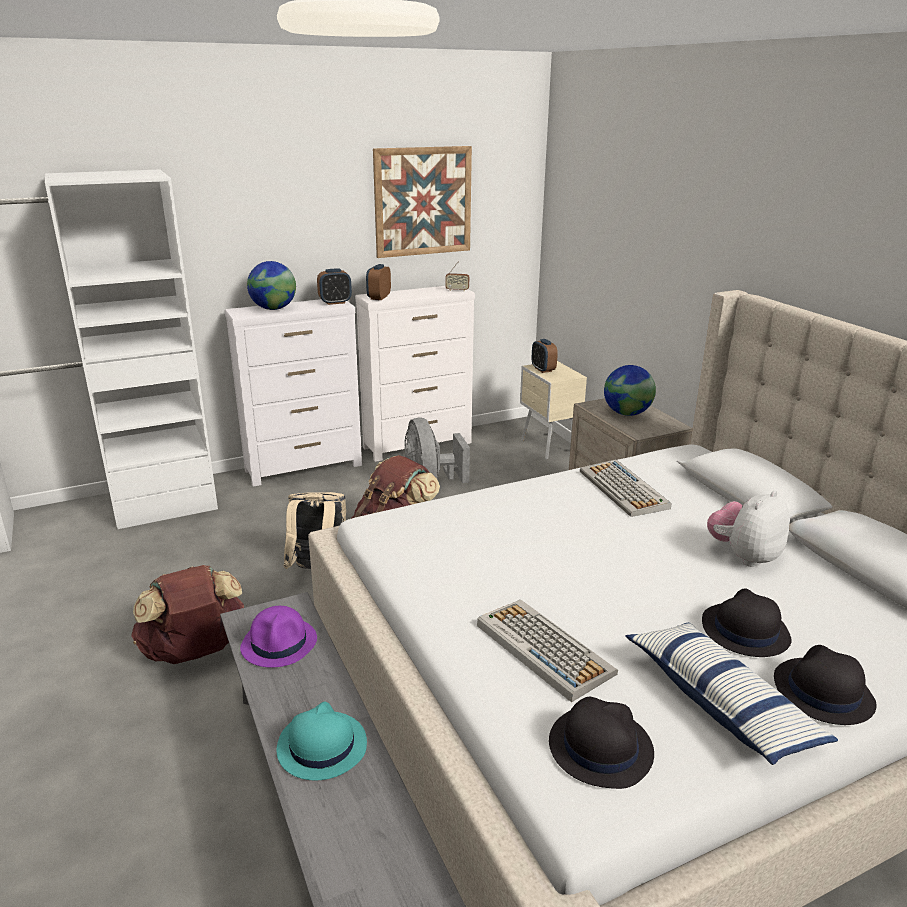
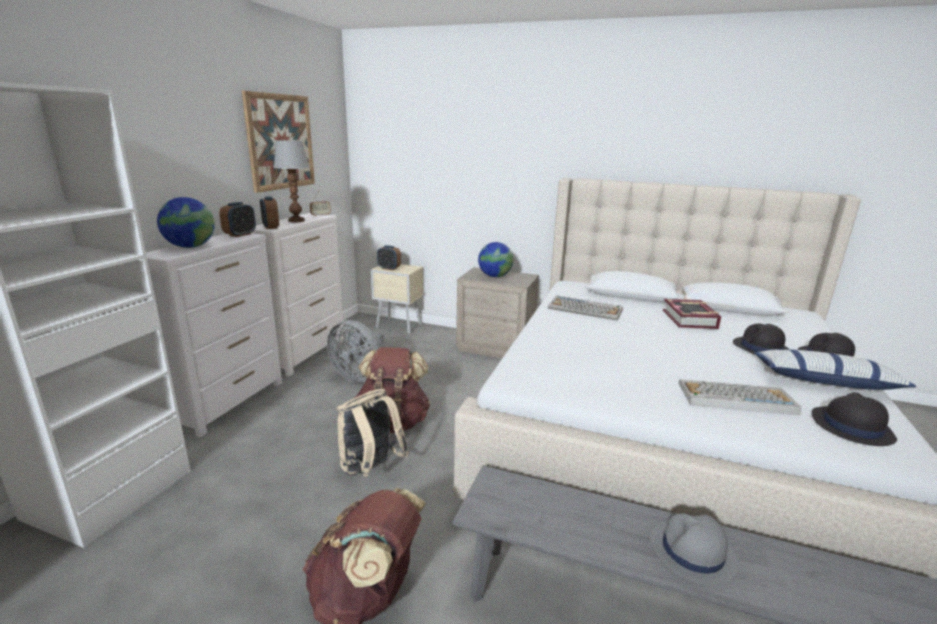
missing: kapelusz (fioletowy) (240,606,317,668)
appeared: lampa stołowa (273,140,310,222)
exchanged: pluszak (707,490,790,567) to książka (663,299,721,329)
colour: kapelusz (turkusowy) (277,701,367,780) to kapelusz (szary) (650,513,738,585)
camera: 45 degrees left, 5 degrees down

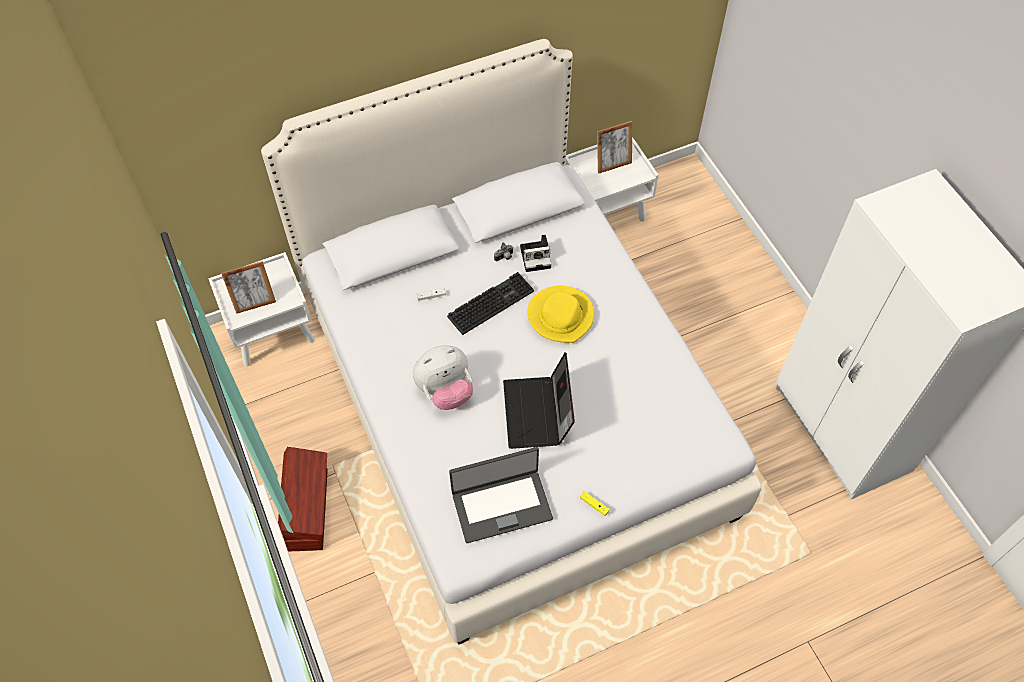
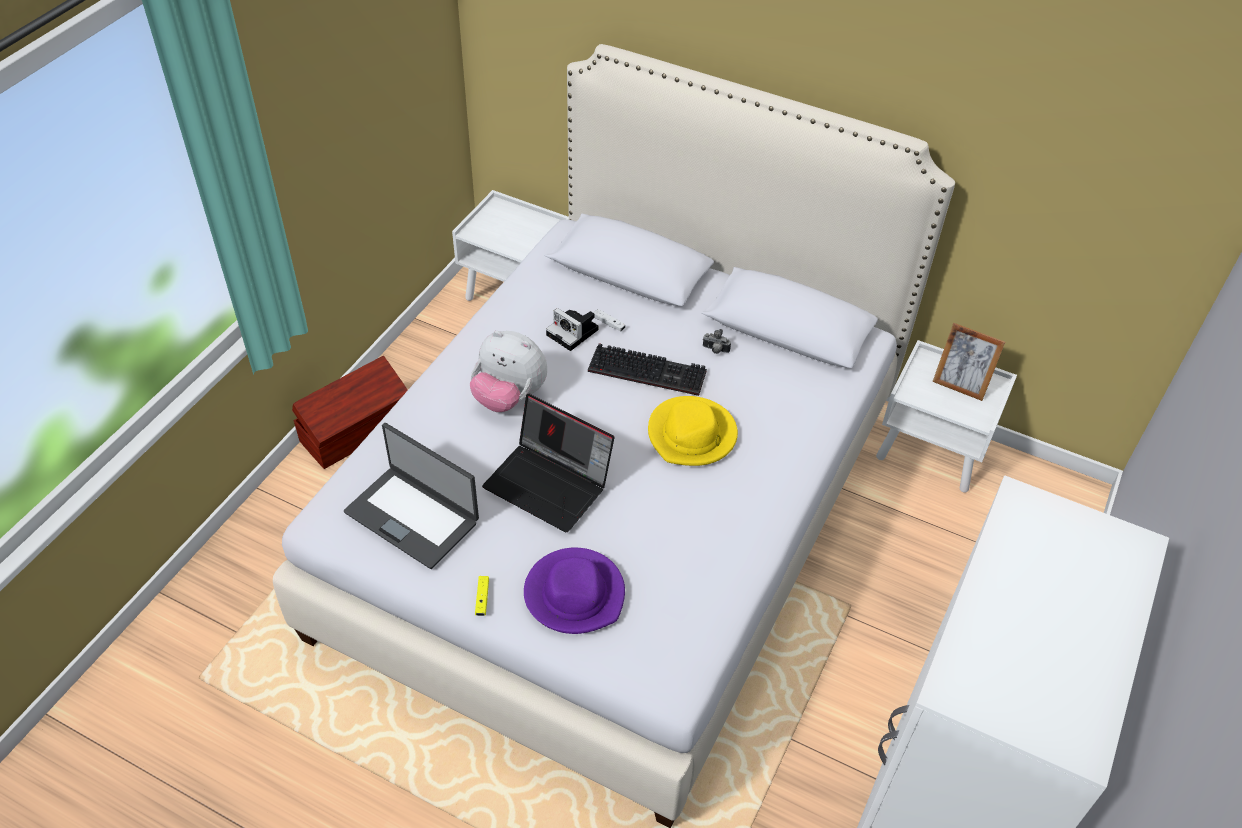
missing: ramka na zdjęcie (221,261,276,314)
appeared: kapelusz (fioletowy) (524,548,625,634)
relocated: aparat fotograficzny (520,235,552,272) to (546,308,599,351)
spun: laptop (503,353,575,449) = (482,394,614,532) 105 degrees counterclockwise
camera: 50 degrees right, 10 degrees down

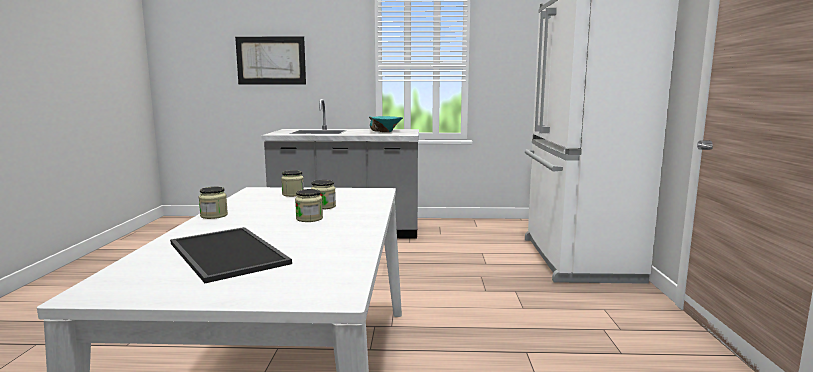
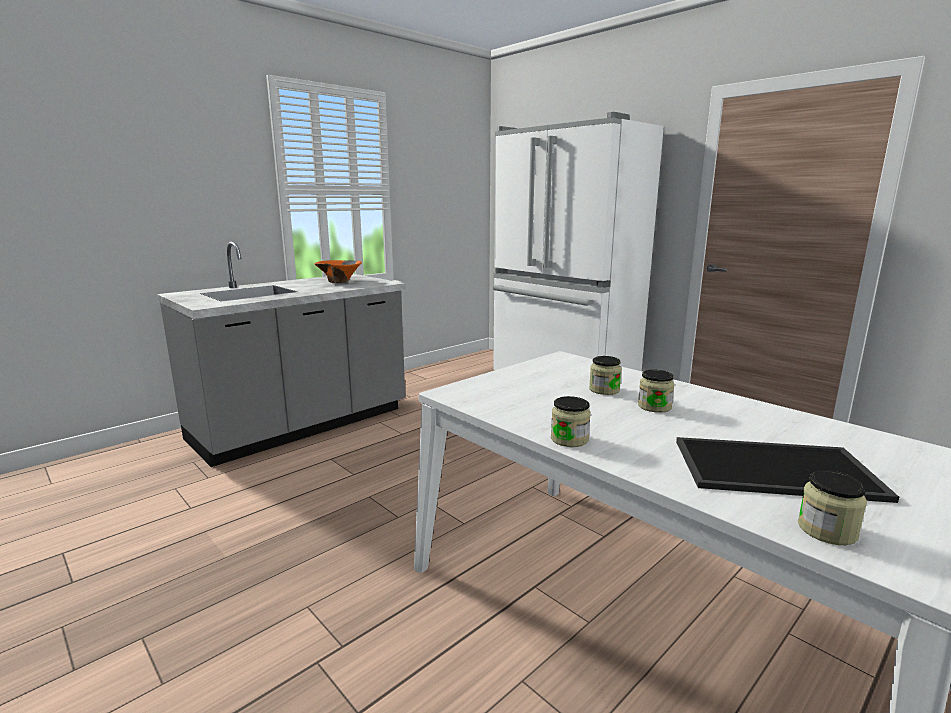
missing: obraz (235,36,306,84)
relocated: słoik (281,170,304,197) to (798,470,867,545)
colour: miska (turkusowy) (369,116,403,132) to miska (pomarańczowy) (315,260,362,283)
camera: 45 degrees left, 5 degrees up

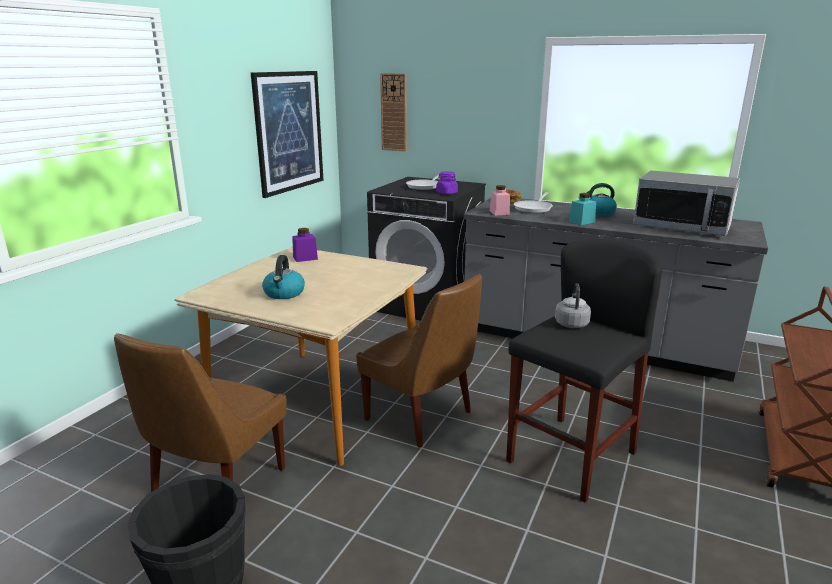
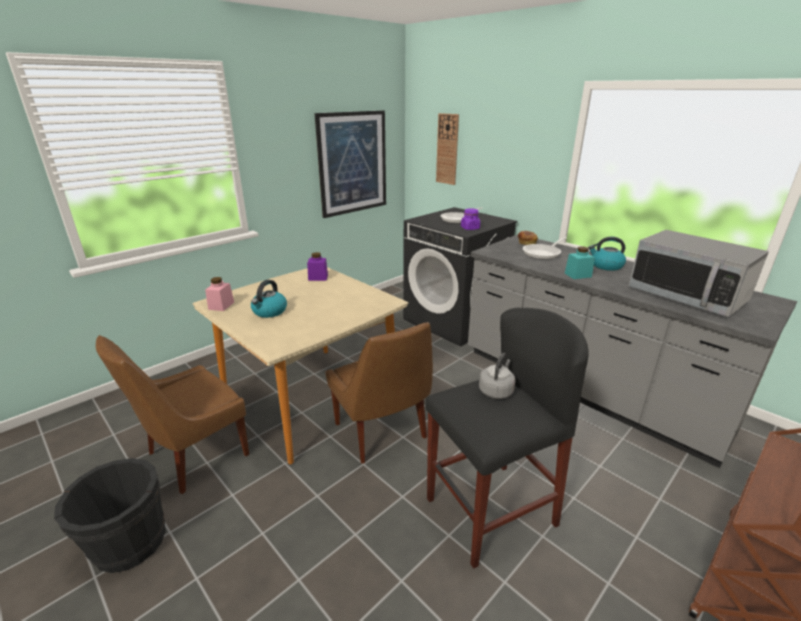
relocated: słoik (różowy) (490,185,510,215) to (205,277,234,311)
camera: 20 degrees right, 5 degrees up

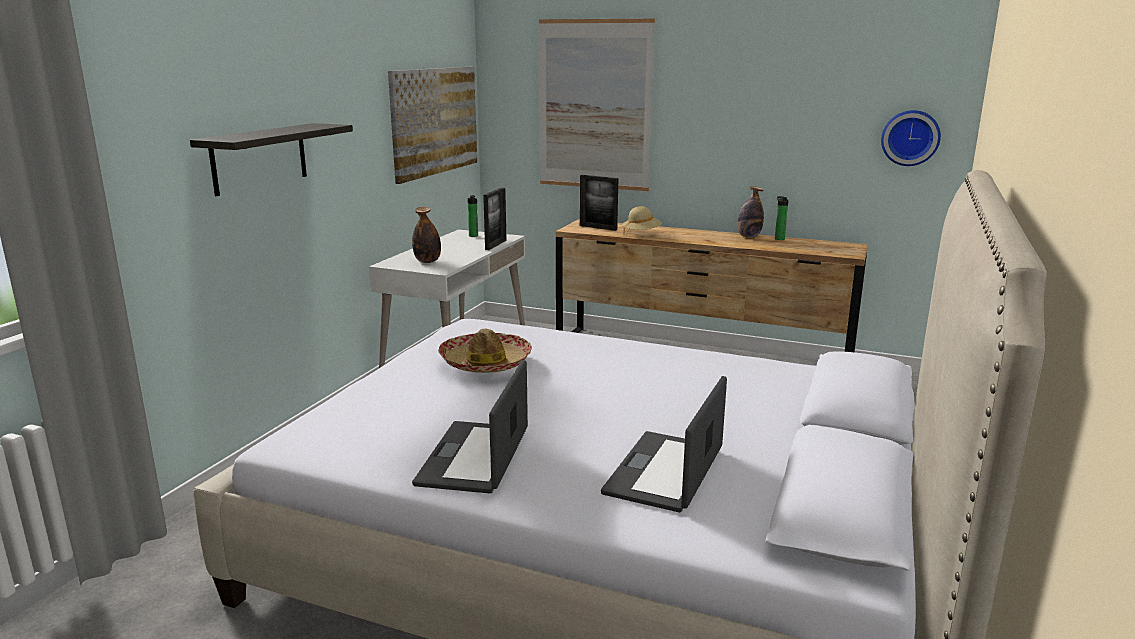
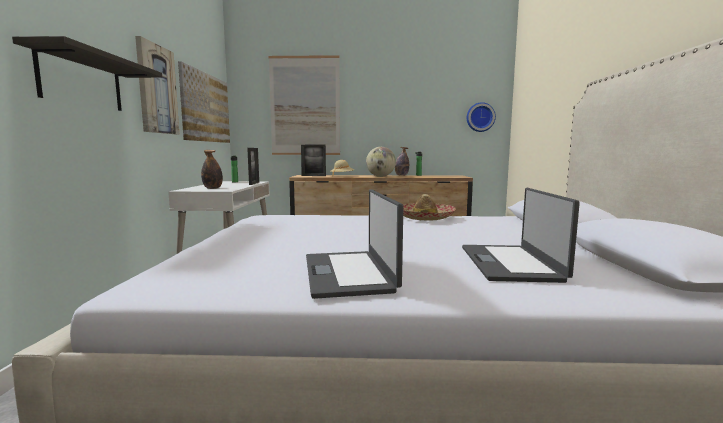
appeared: obraz (135,36,179,134); globus (366,147,396,177)
relocated: kapelusz (438,329,532,373) to (403,194,456,221)
camera: 20 degrees left, 10 degrees down

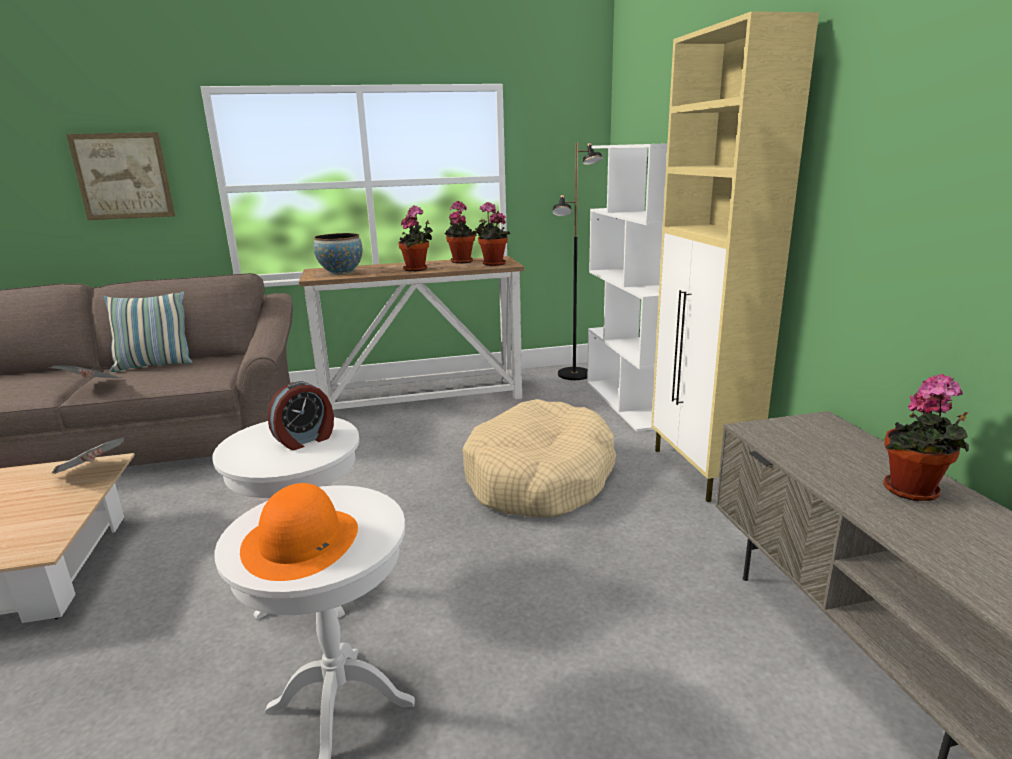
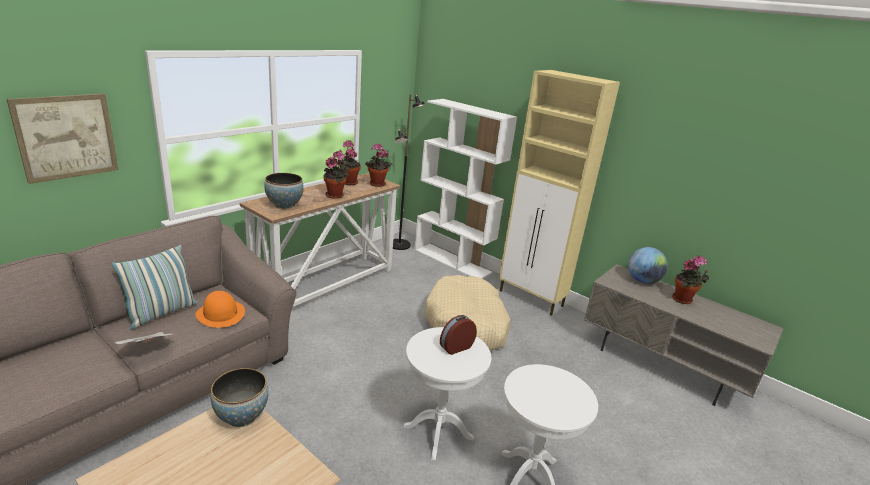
appeared: globus (628,247,668,284)
relocated: kapelusz (pomarańczowy) (240,483,358,581) to (196,291,245,328)
exchanged: gazeta (52,438,124,475) to miska (211,368,269,427)
spun: budzik (268,381,334,450) = (440,315,477,355) 135 degrees counterclockwise
camera: 40 degrees left, 5 degrees up

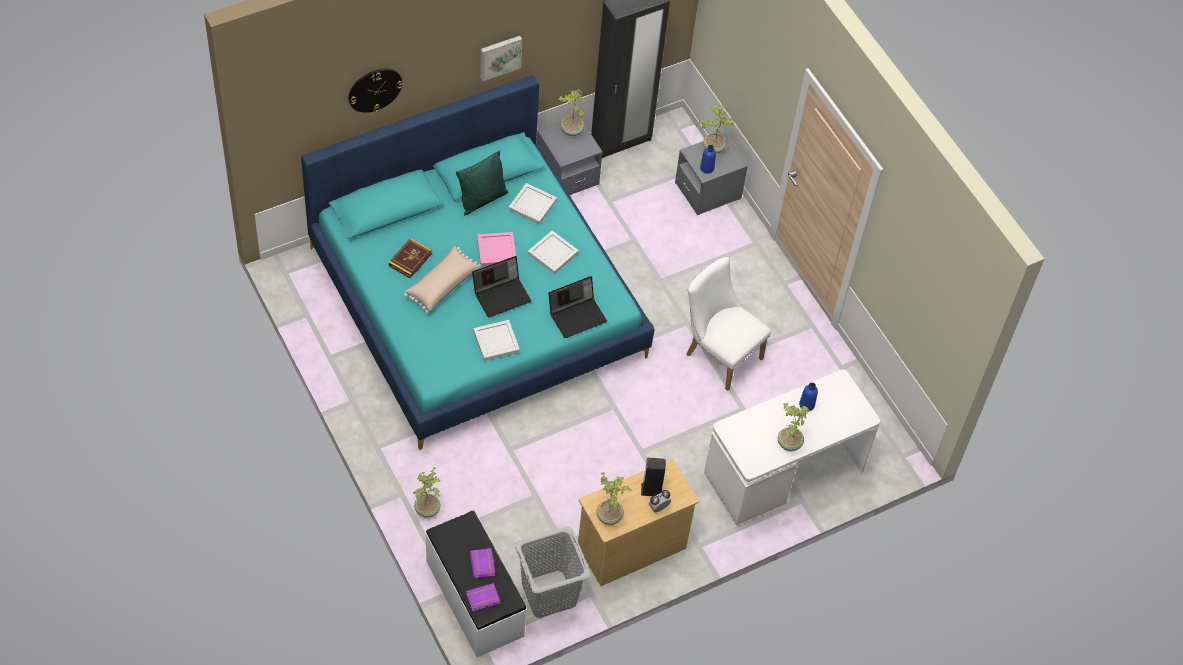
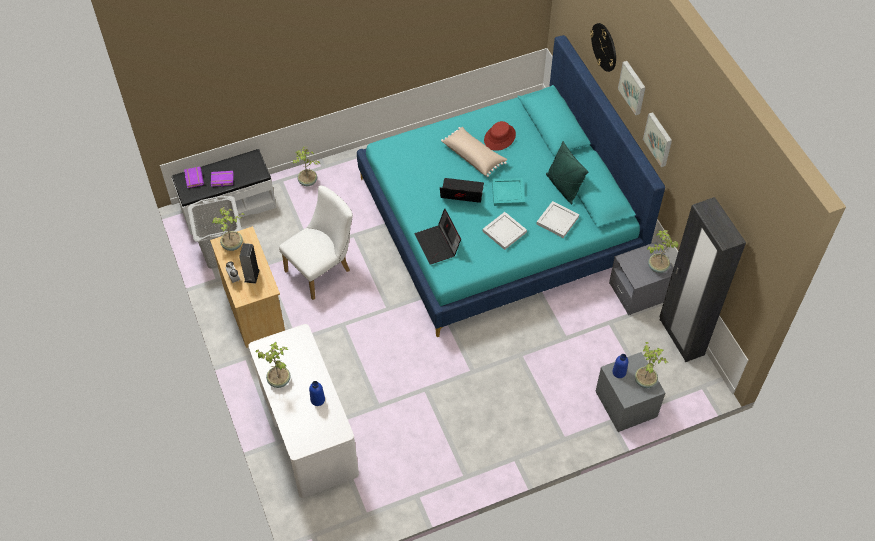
missing: taca (biały) (473,320,520,361)
appeared: obraz (618,61,646,115)
relocated: krzesło (biały) (686,257,771,391) to (279,185,353,300)
exchanged: książka (389,238,432,278) to kapelusz (czerwony) (484,121,516,151)
colour: taca (różowy) (477,232,516,266) to taca (turkusowy) (492,178,525,206)
spun: laptop (472,256,531,317) = (440,178,484,203) 120 degrees clockwise
camera: 100 degrees right, 0 degrees up

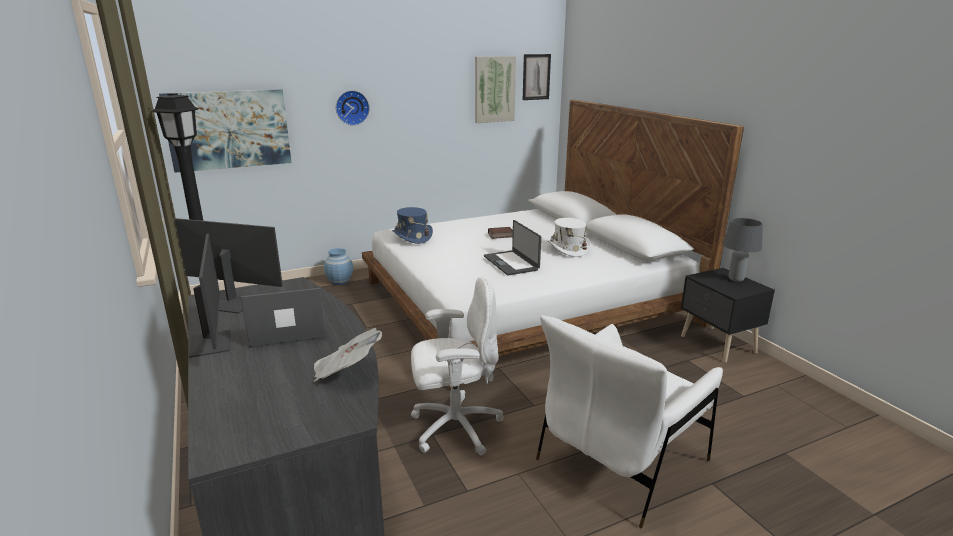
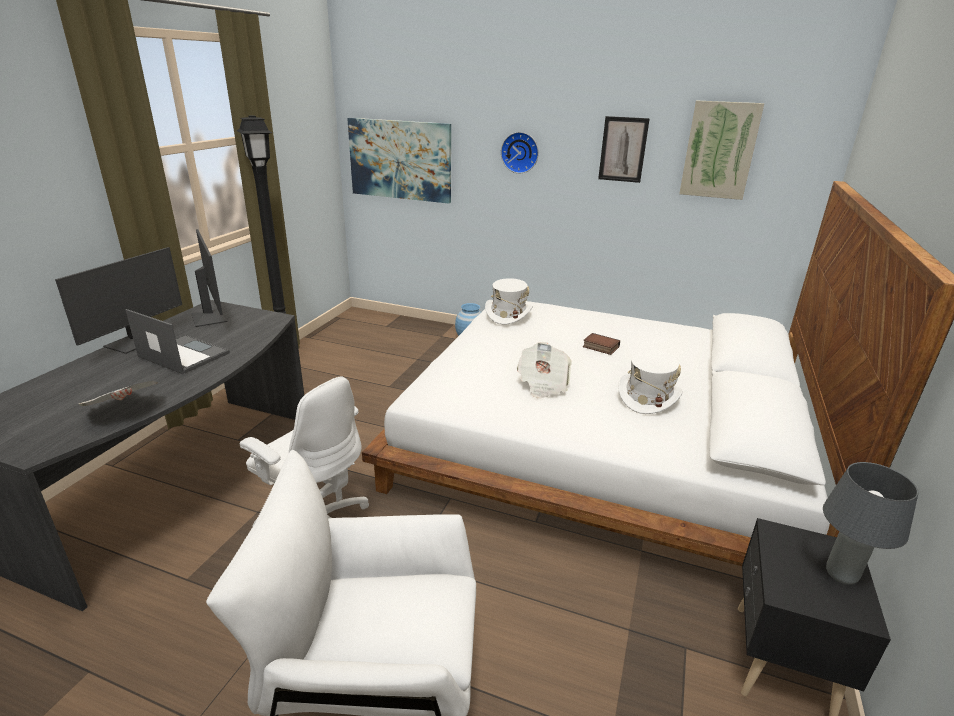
relocated: obraz (523,54,551,100) to (598,116,650,183)
exchanged: laptop (484,220,541,276) to gazeta (517,342,572,398)
colour: kapelusz (niebieski) (392,207,433,244) to kapelusz (biały) (485,278,533,325)
camera: 45 degrees right, 5 degrees up

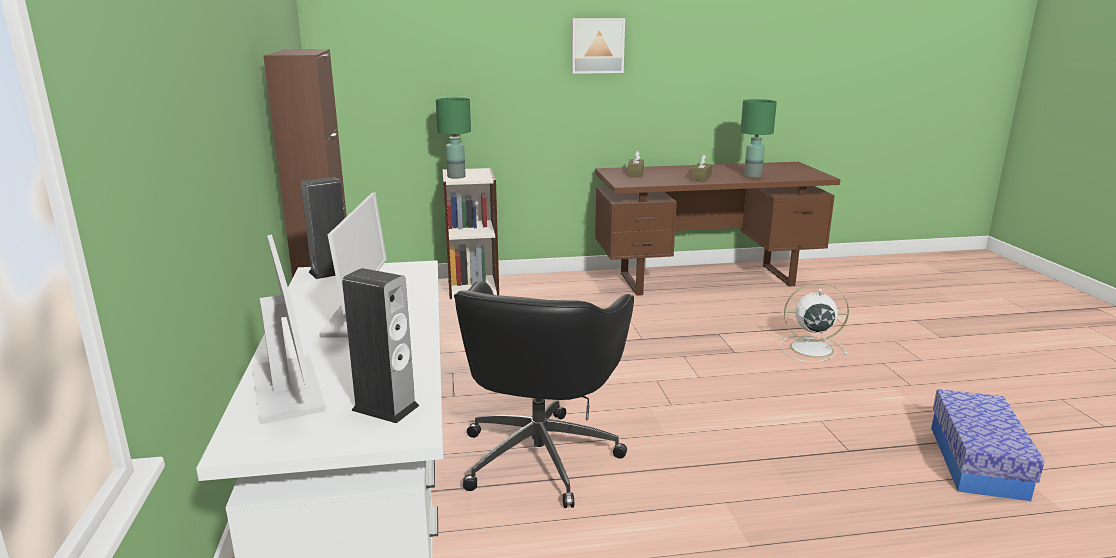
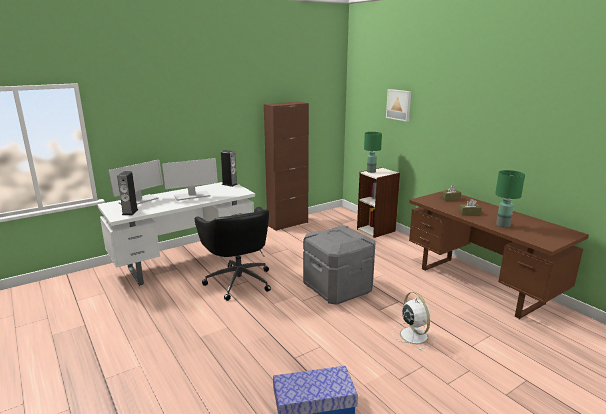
appeared: pojemnik do przechowywania (szary) (303,226,375,305)
relocated: obraz (572,18,625,74) to (386,89,411,121)
spun: krzesło biurowe (czarny) (454,281,634,508) = (195,207,271,301) 105 degrees counterclockwise
camera: 65 degrees right, 0 degrees up

